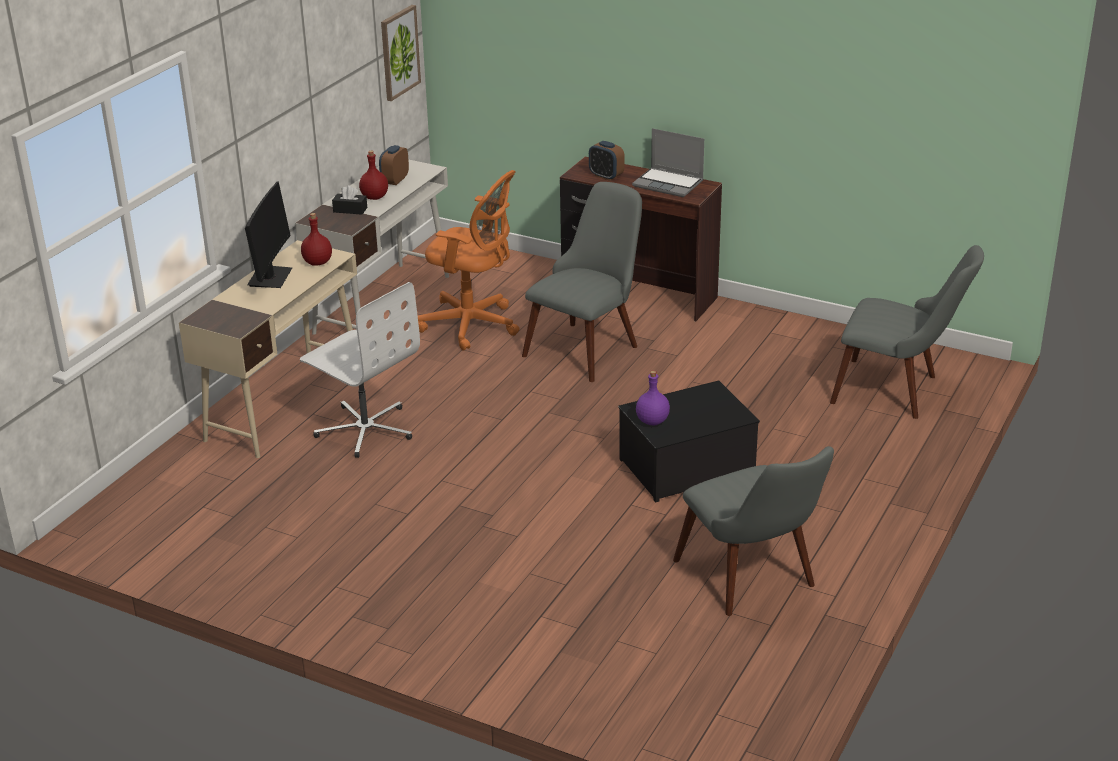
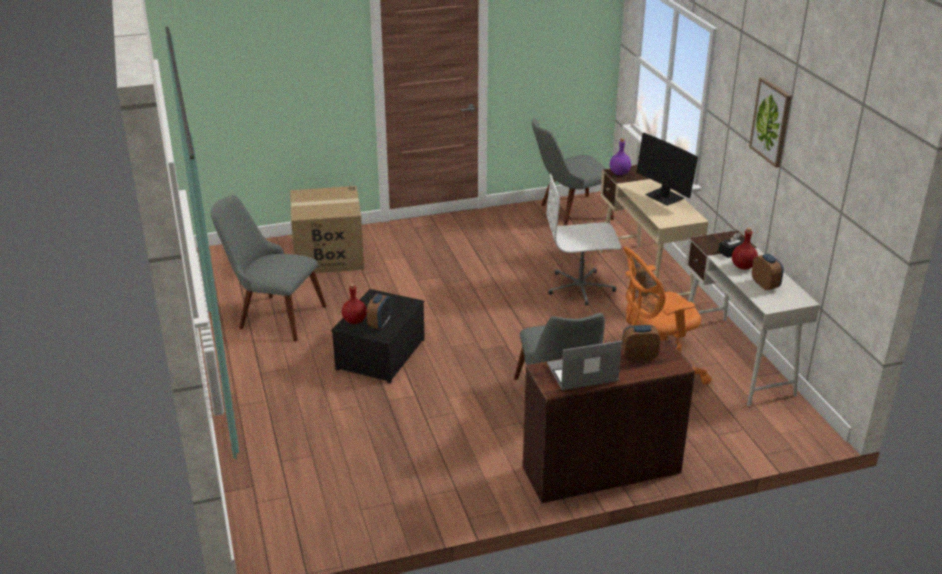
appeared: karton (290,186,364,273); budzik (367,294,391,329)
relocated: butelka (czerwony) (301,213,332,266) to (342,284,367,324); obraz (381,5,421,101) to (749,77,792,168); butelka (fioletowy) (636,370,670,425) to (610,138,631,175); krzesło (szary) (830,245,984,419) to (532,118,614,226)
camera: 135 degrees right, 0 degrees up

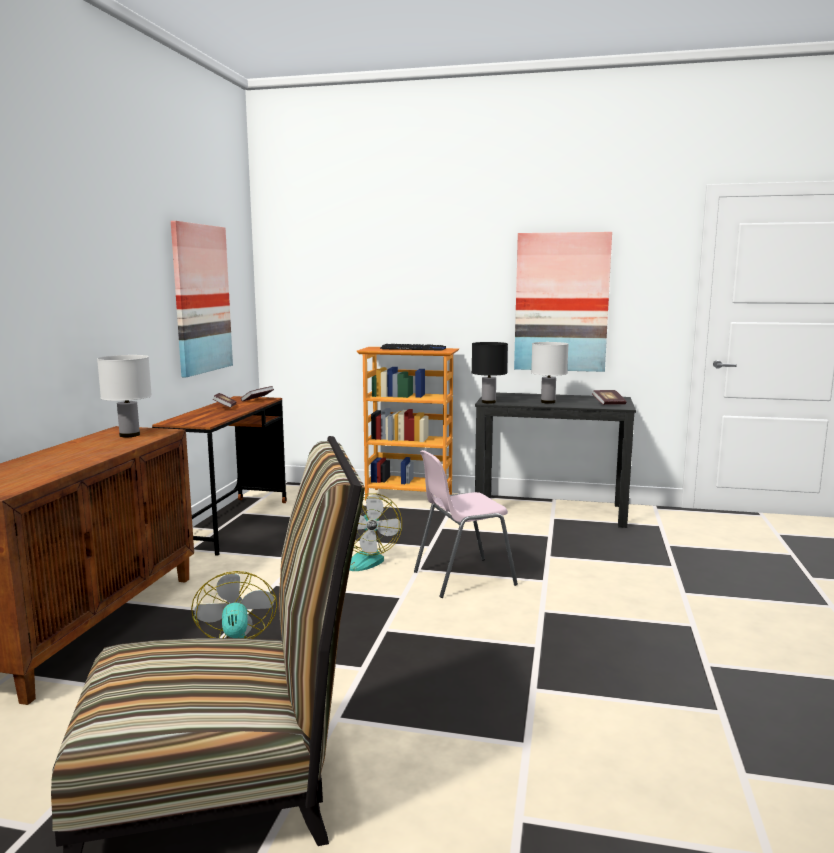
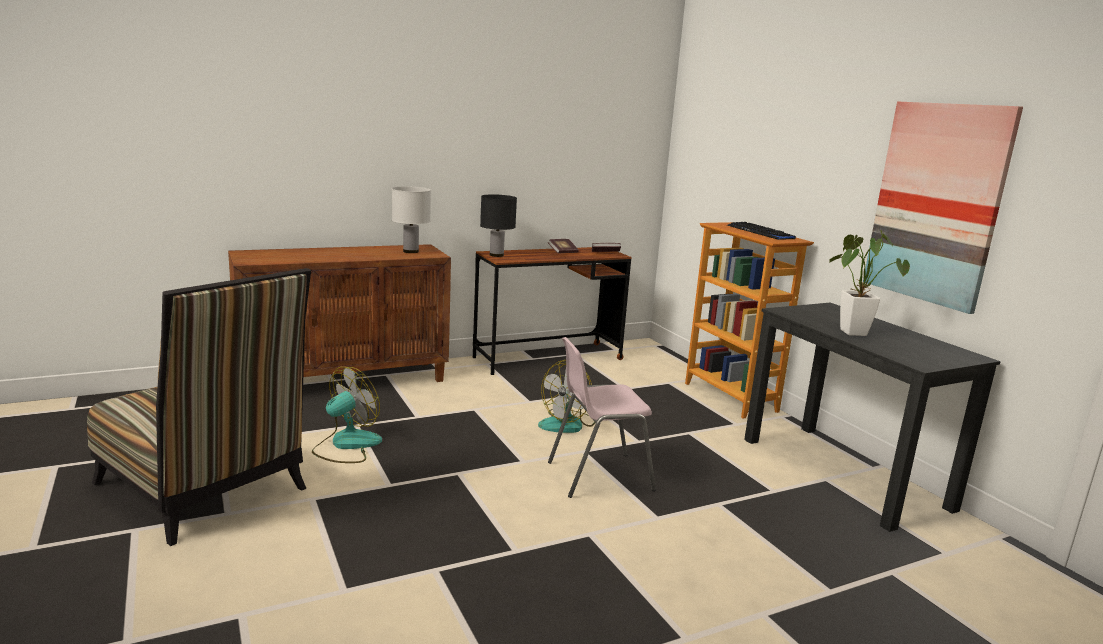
missing: obraz (171,221,233,377); książka (592,390,627,405)
relocated: lampa stołowa (czarny) (471,342,508,404) to (480,194,517,257)
exchanged: lampa stołowa (biały) (531,342,569,404) to roślina doniczkowa (829,230,910,336)
spun: krzesło (różowy) (414,450,518,598) = (548,337,656,498) 45 degrees counterclockwise
camera: 50 degrees right, 5 degrees up

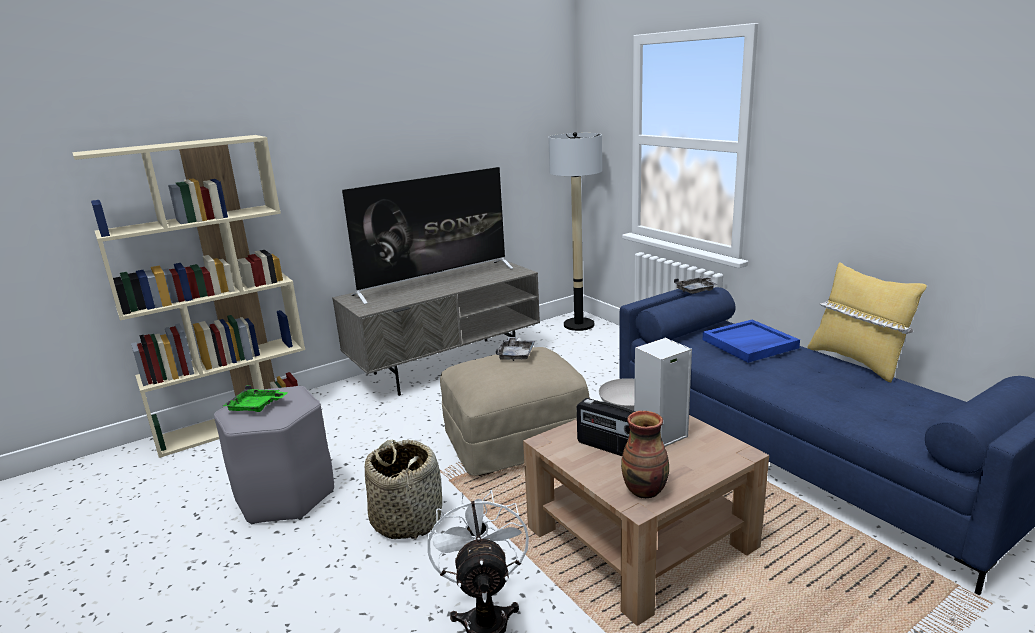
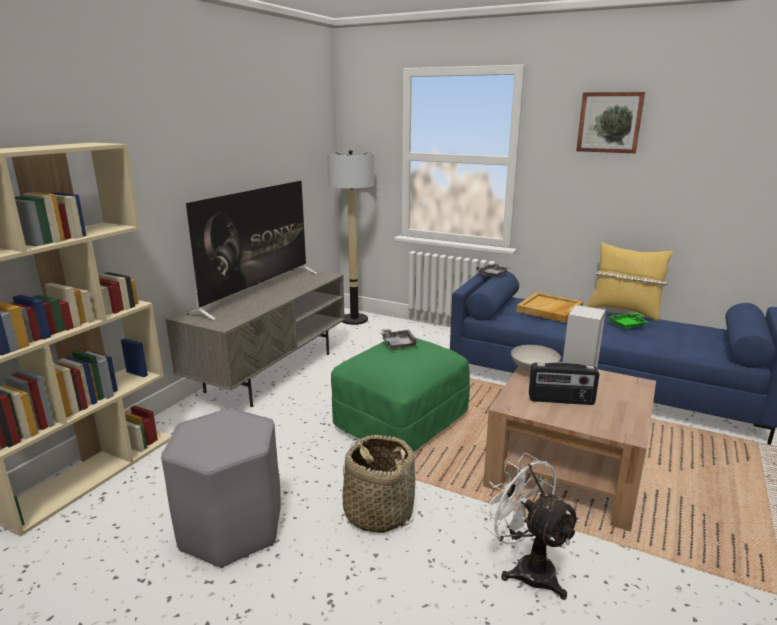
missing: wazon (621,411,669,498)
appeared: obraz (576,92,645,153)
relocated: taca (zielony) (223,385,288,412) to (607,313,649,328)
colour: pufa (beżowy) (440,347,590,476) to pufa (zielony) (331,338,470,452); taca (niebieski) (702,320,800,363) to taca (beżowy) (516,292,583,323)
camera: 30 degrees left, 0 degrees up

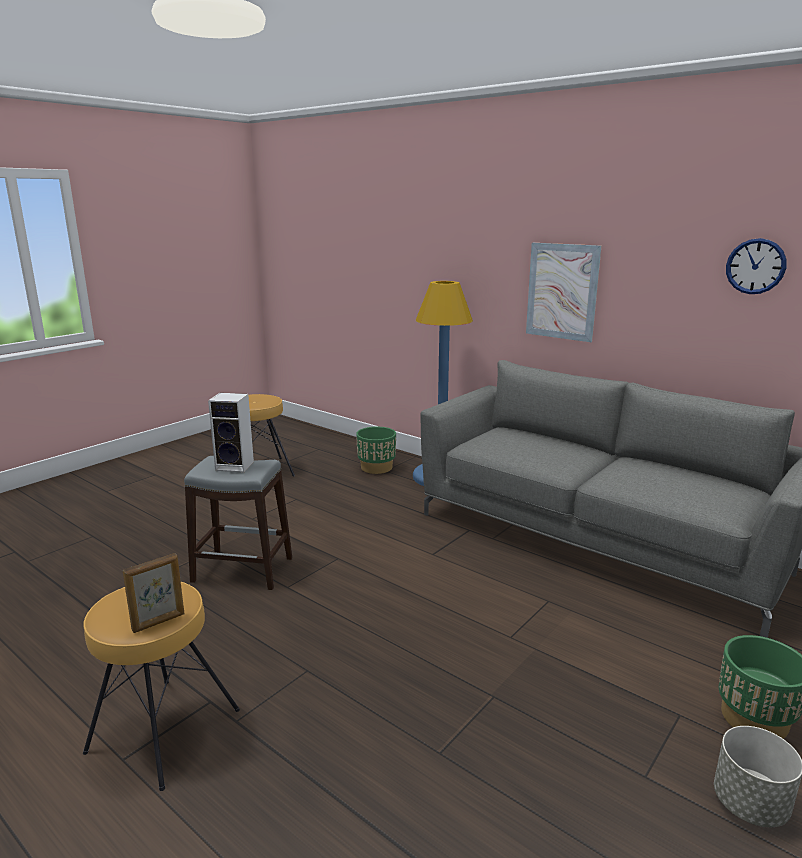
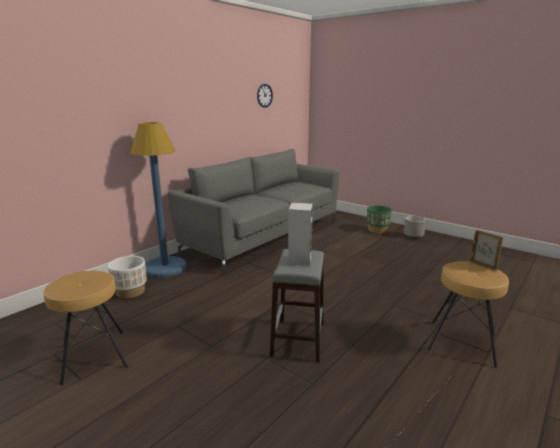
missing: obraz (526,243,601,342)
colour: donica (zielony) (356,427,396,474) to donica (biały) (108,256,146,299)
camera: 90 degrees left, 0 degrees up

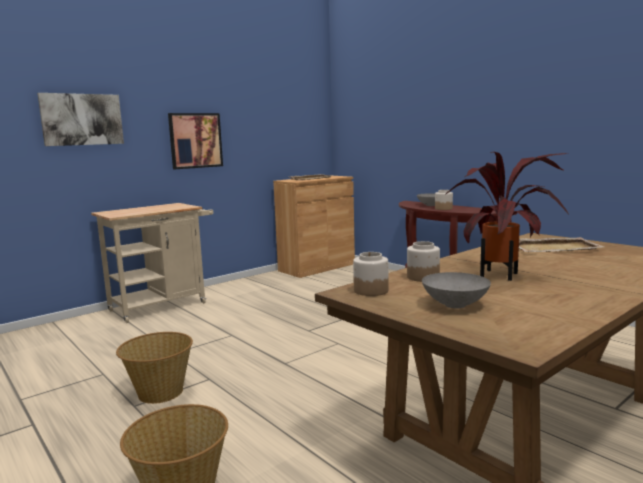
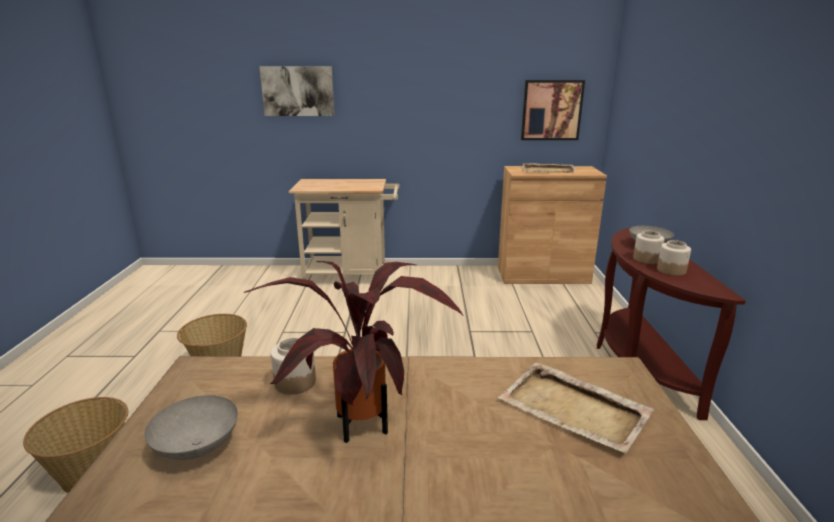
relocated: obraz (168,113,223,169) to (521,80,585,140); słoik (353,252,389,296) to (657,240,691,276)
camera: 40 degrees right, 10 degrees up

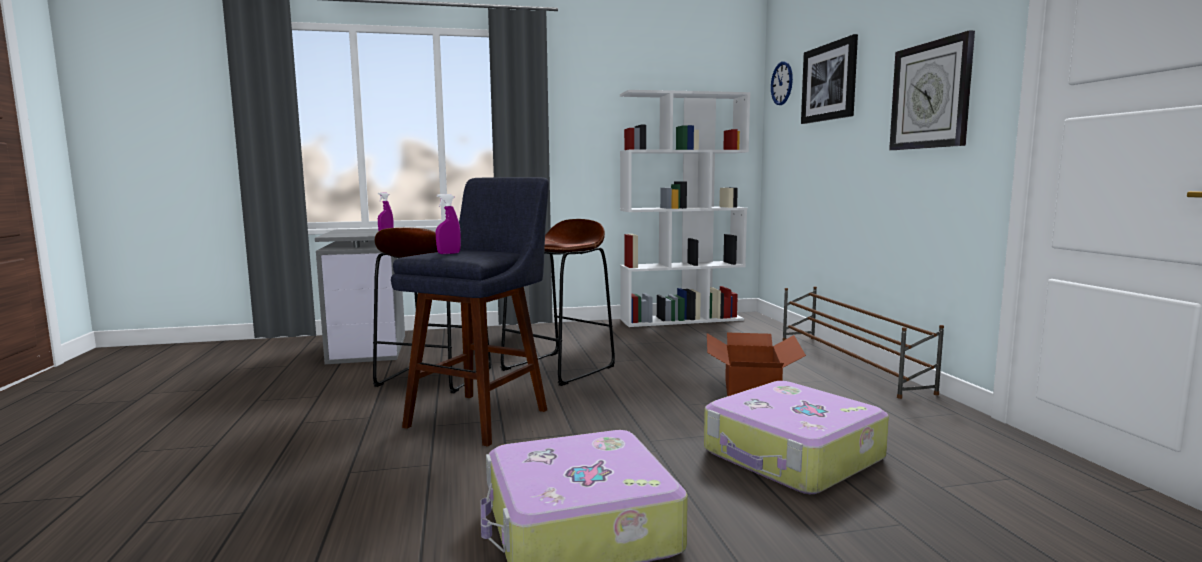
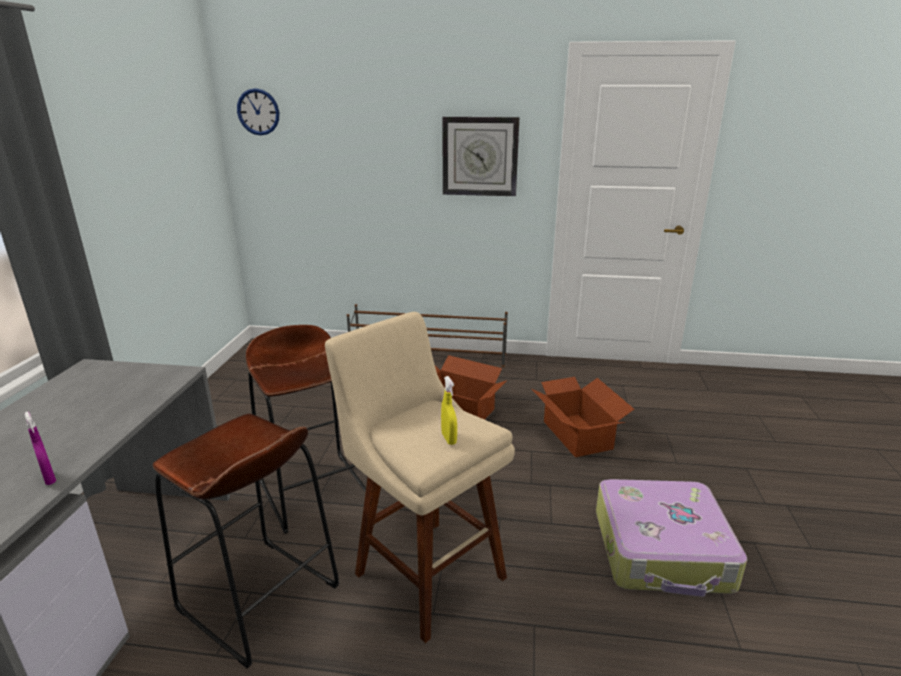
missing: regał (biały) (620,90,750,327); obraz (801,34,858,124)
exchanged: walizka (704,381,889,494) to karton (532,377,634,457)
colour: stołek (niebieski) (391,177,549,447) to stołek (beżowy) (325,312,515,643); spryskiwacz (fioletowy) (436,194,461,254) to spryskiwacz (żółty) (441,376,457,445)
camera: 70 degrees left, 15 degrees up

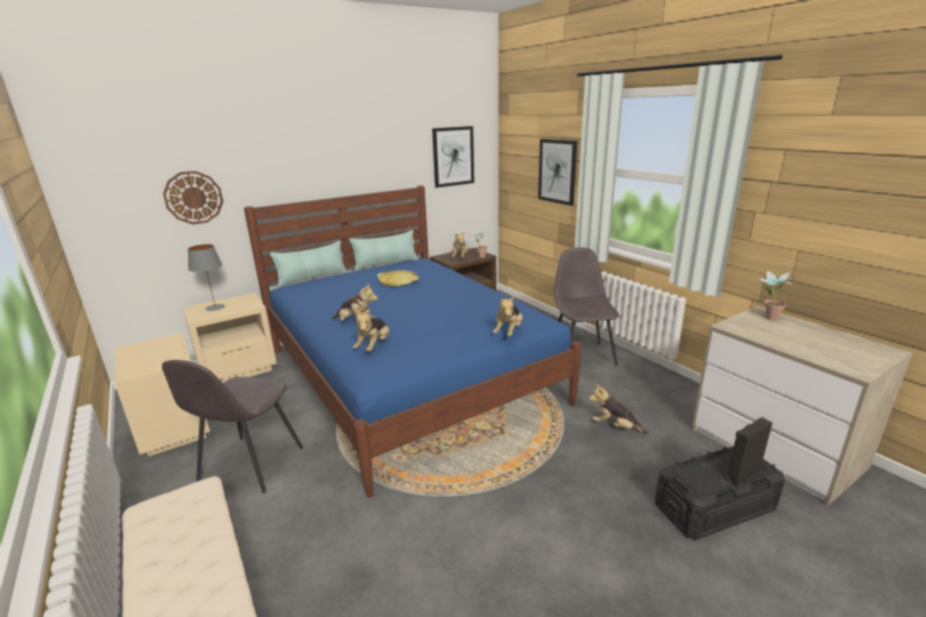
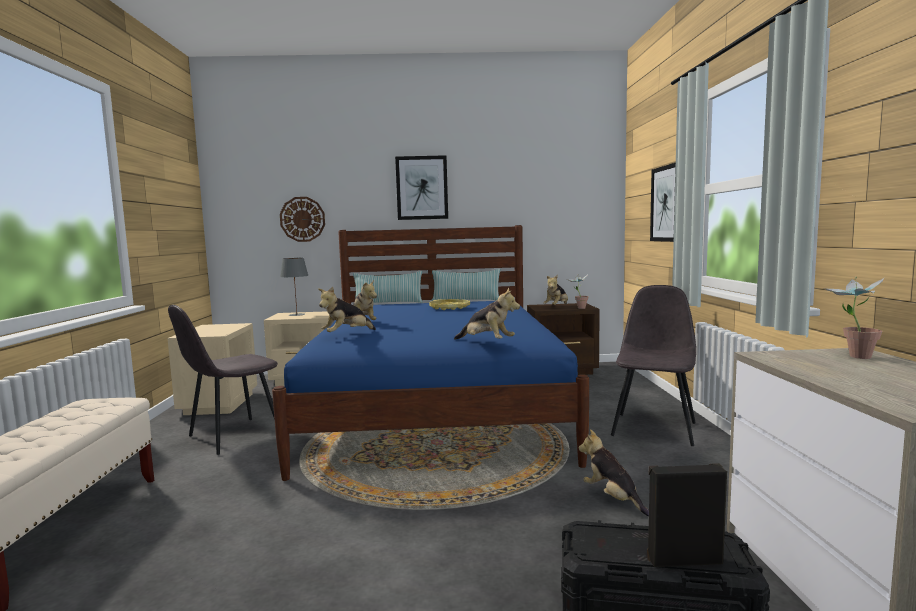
relocated: obraz (432,126,474,188) to (395,155,448,220)
spun: pluszak (493,296,523,336) = (454,287,520,339) 105 degrees counterclockwise
camera: 30 degrees right, 15 degrees down

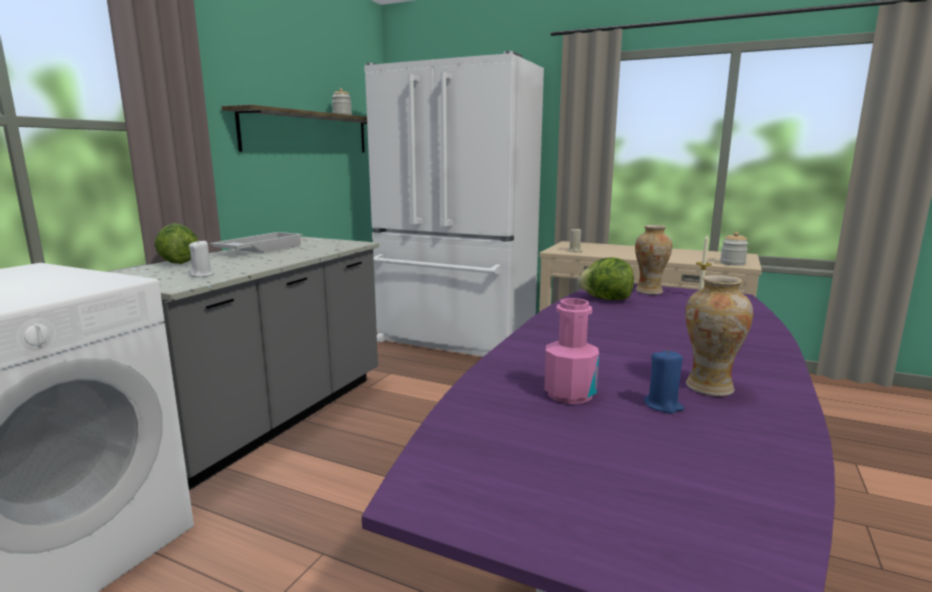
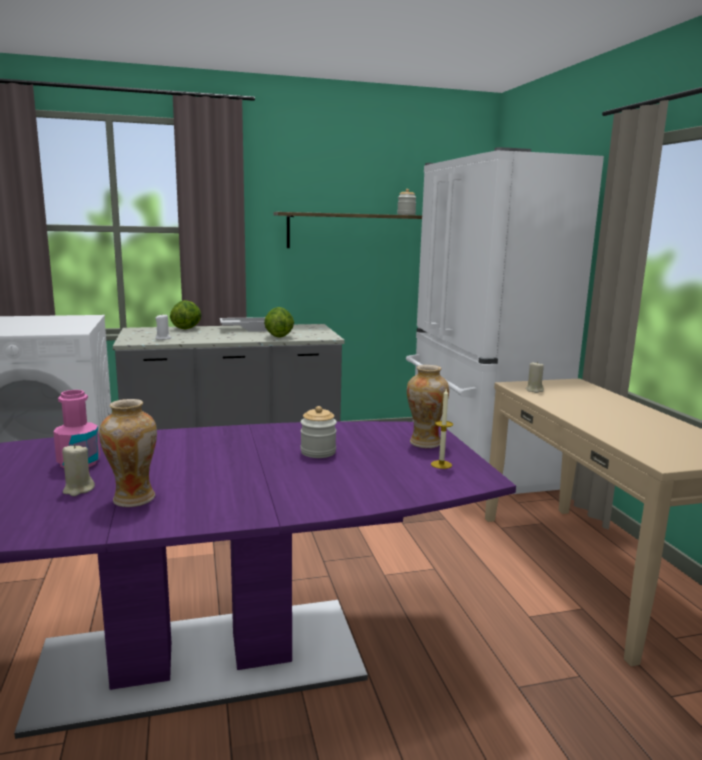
relocated: sałata (578,257,634,300) to (264,307,294,338); słoik (720,232,749,266) to (301,406,337,458)
colour: świeca (niebieski) (644,349,684,414) to świeca (beżowy) (62,444,95,496)
camera: 50 degrees right, 0 degrees up

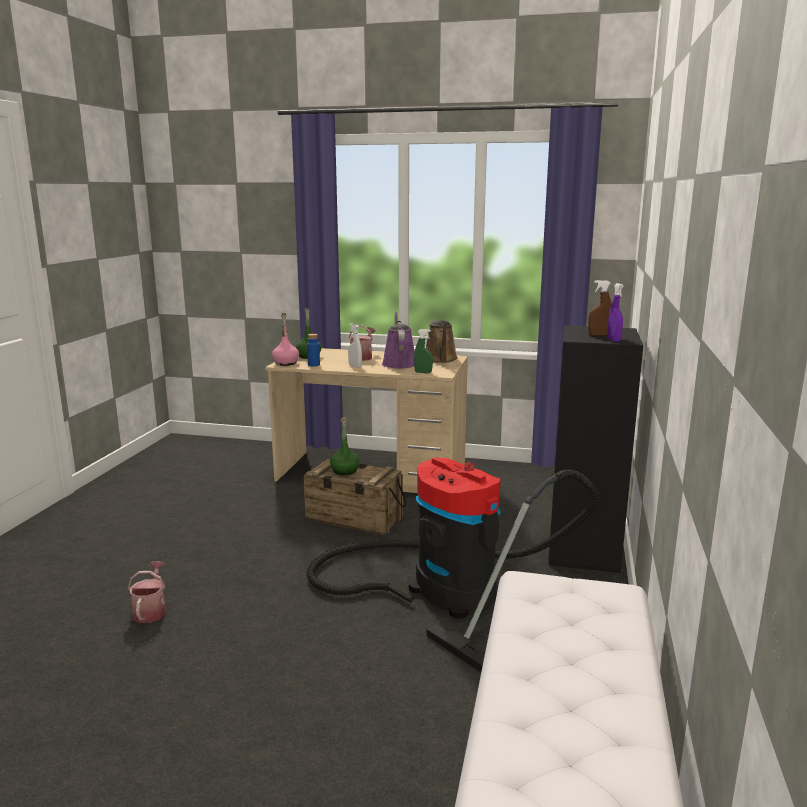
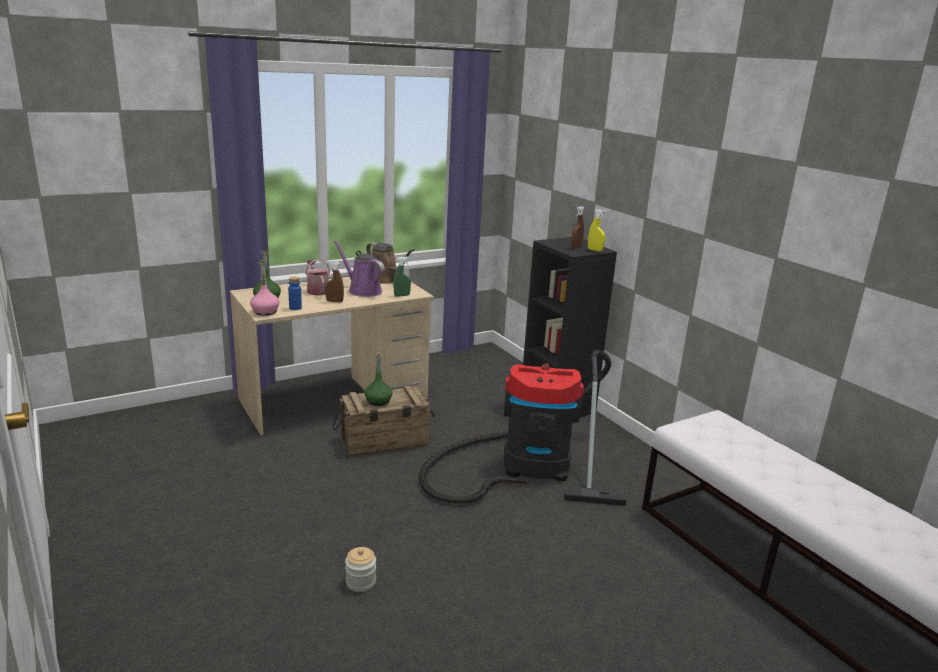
exchanged: konewka (128,561,166,623) to słoik (345,547,376,592)
colour: spryskiwacz (biały) (348,324,362,368) to spryskiwacz (brązowy) (325,261,344,302); spryskiwacz (fioletowy) (607,283,624,342) to spryskiwacz (żółty) (588,209,606,252)
camera: 45 degrees left, 5 degrees up

